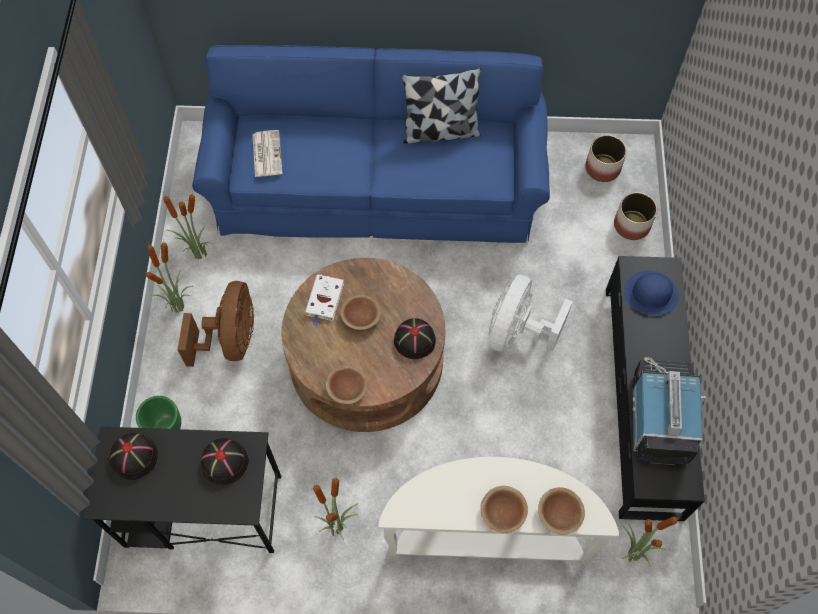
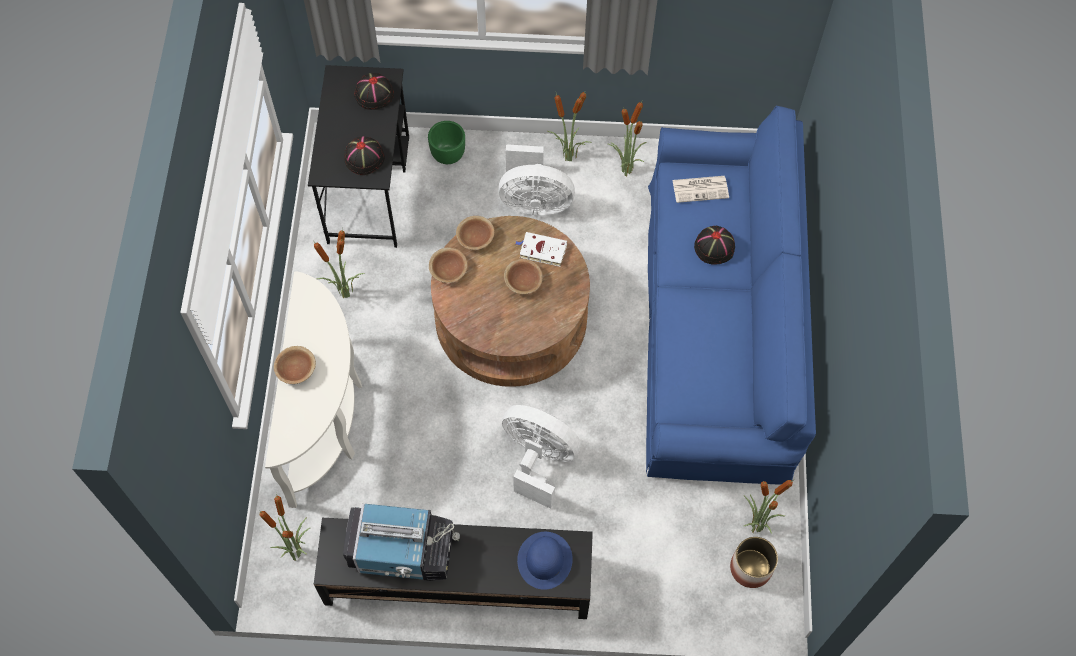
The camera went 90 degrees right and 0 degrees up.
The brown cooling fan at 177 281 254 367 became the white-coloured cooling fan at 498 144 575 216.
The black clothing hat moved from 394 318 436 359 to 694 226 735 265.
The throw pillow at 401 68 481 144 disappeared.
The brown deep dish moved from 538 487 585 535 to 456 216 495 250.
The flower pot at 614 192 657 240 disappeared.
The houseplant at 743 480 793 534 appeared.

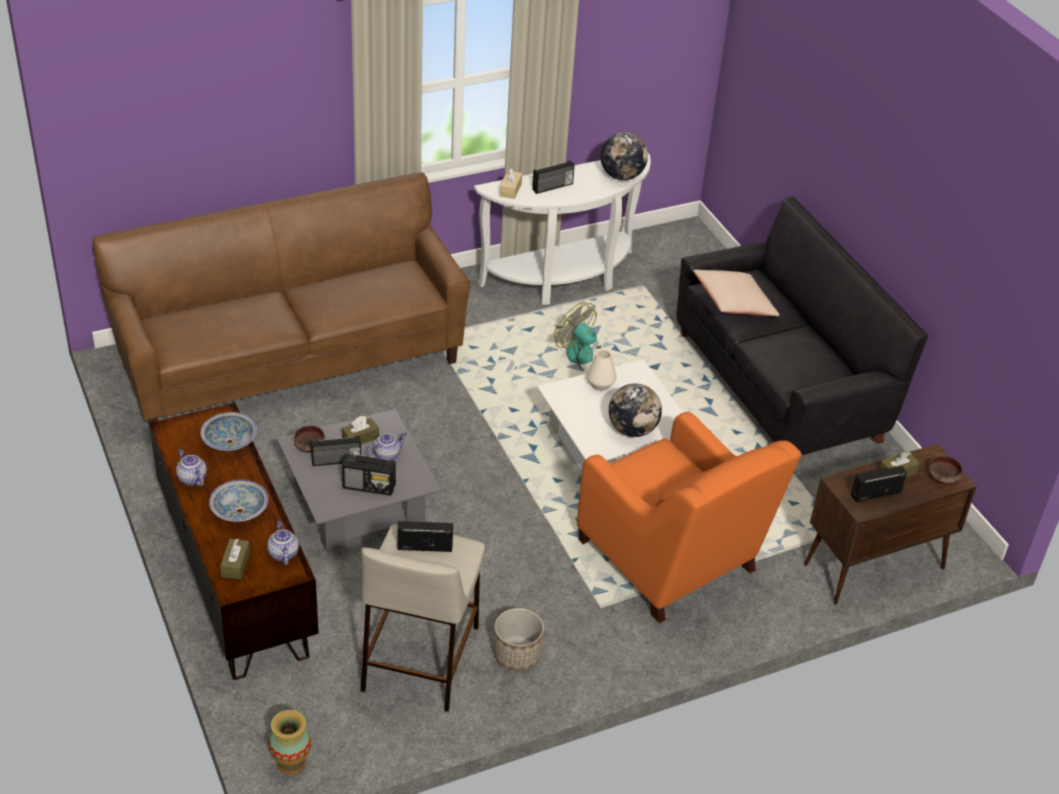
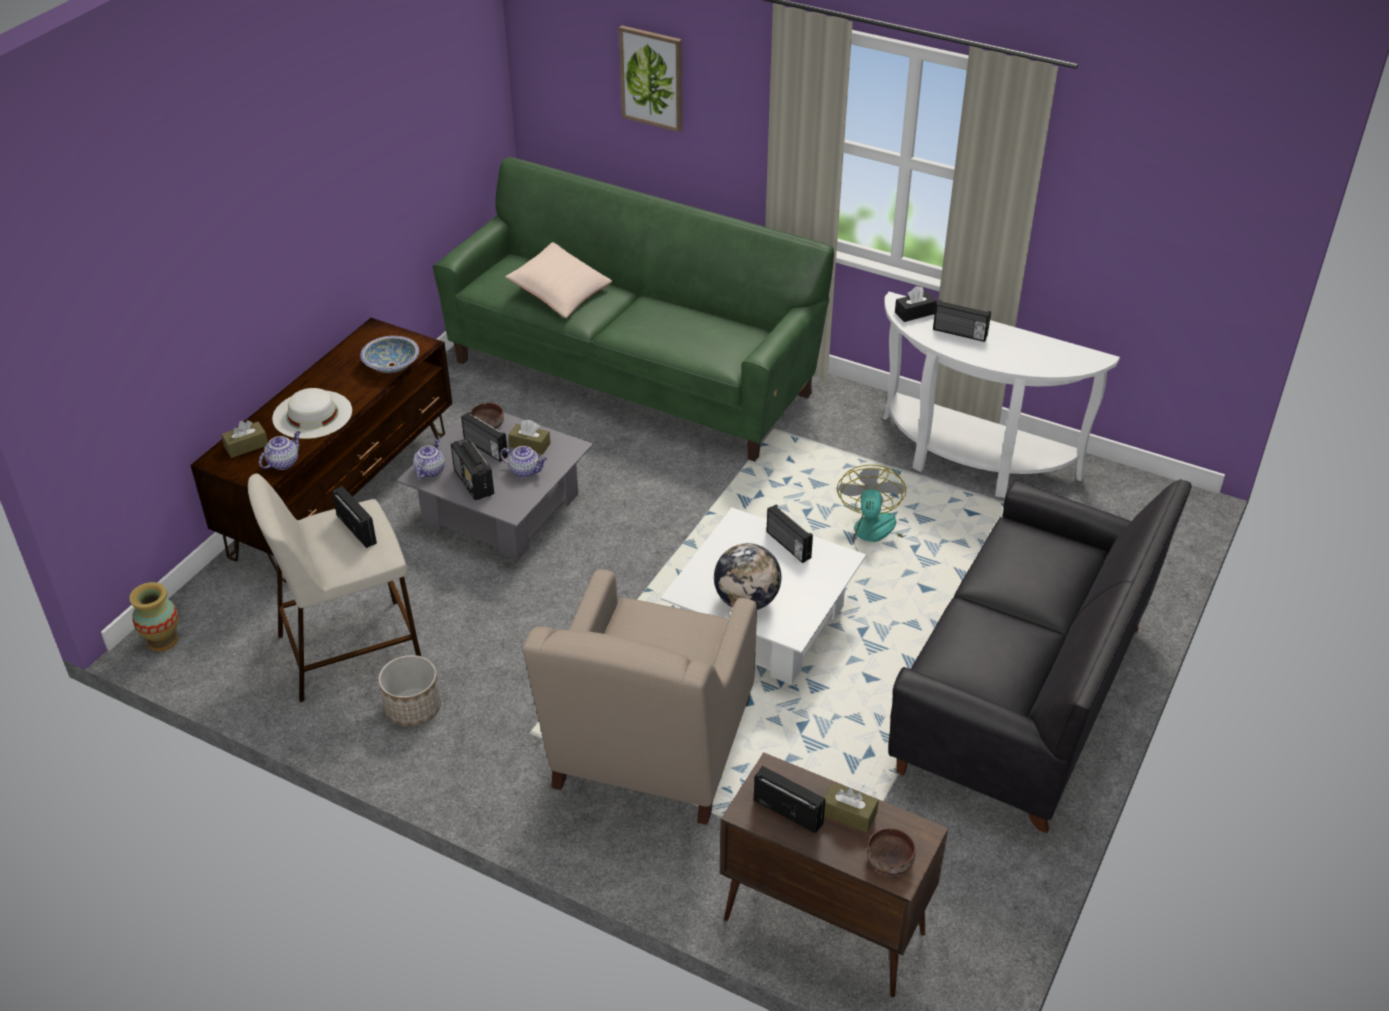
The camera went 55 degrees right and 0 degrees up.
The brown sofa at 93 172 471 428 became the green-coloured sofa at 433 157 834 462.
The pot for tea moved from 176 449 207 486 to 413 439 445 479.
The deep dish at 209 480 268 522 was replaced by the white-coloured clothing hat at 272 388 352 439.
The sand-coloured box of tissues at 500 168 522 199 became the black box of tissues at 895 286 937 322.
The orangey easy chair at 577 412 802 623 became the sand-coloured easy chair at 522 569 757 825.
The white-coloured flower vase at 587 350 616 391 was replaced by the radio at 767 504 813 563.
The world globe at 601 132 648 180 disappeared.
The sand-coloured throw pillow moved from 693 270 780 316 to 505 242 612 318.
The wall picture at 619 25 682 132 appeared.

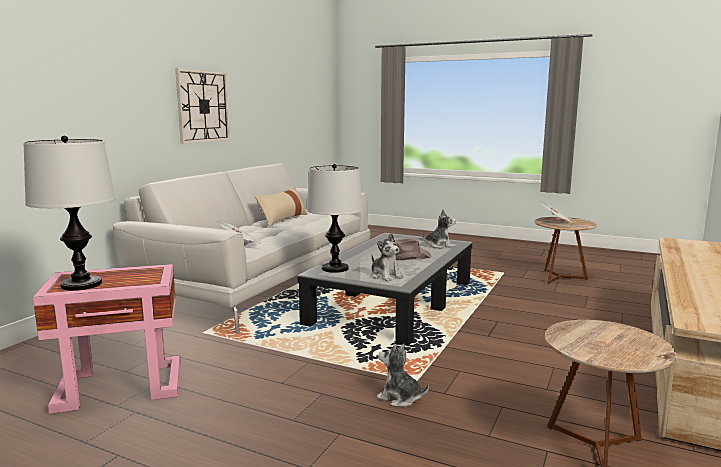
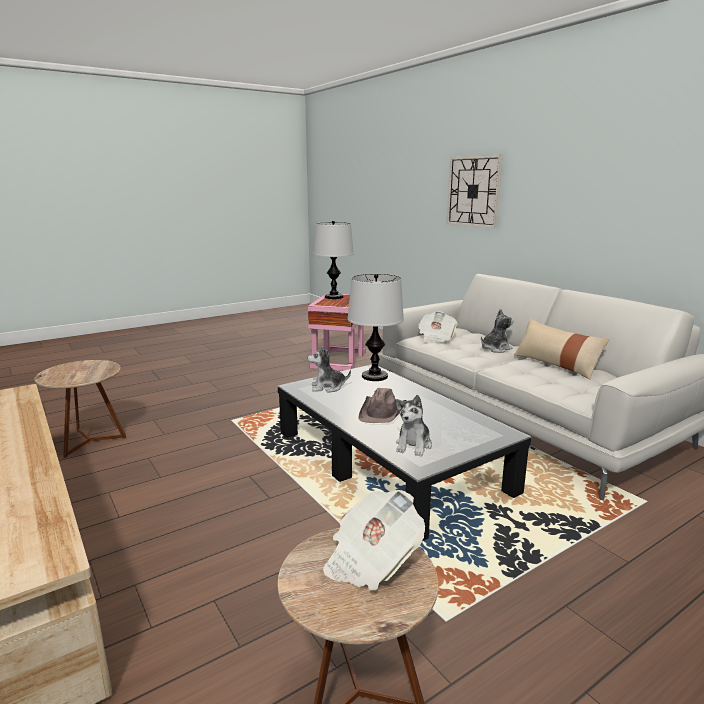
The camera went 120 degrees right and 5 degrees up.
The clock on the wall moved from 175 68 230 144 to 447 155 503 228.
The soft toy moved from 377 343 429 407 to 481 309 514 353.

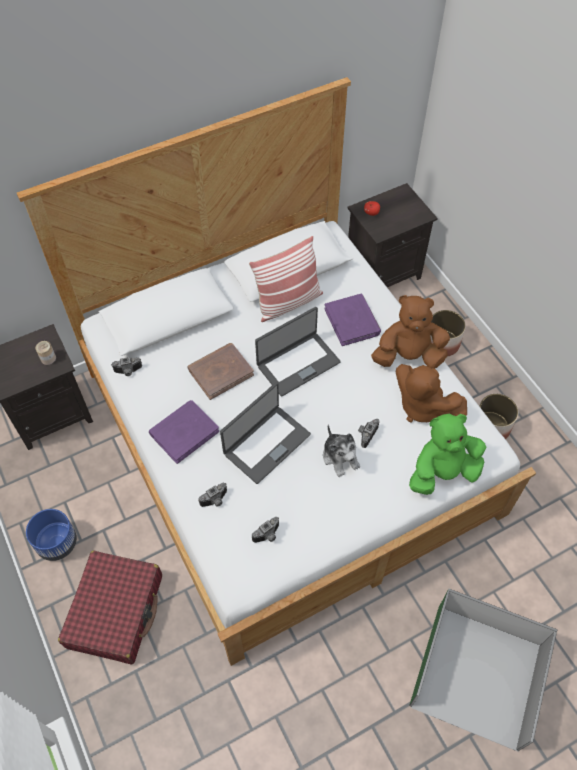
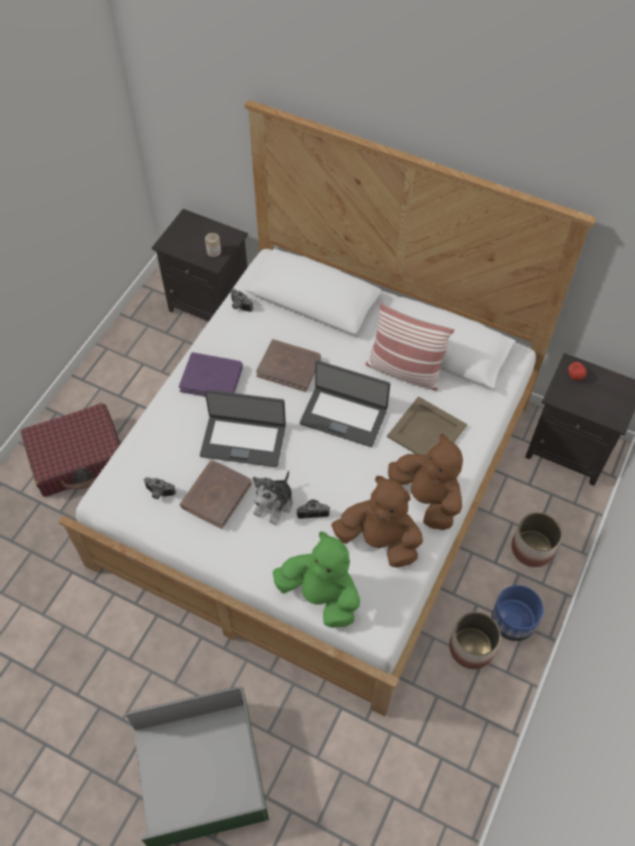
The camera went 55 degrees right and 0 degrees up.
The blue flower pot moved from 26 509 77 561 to 491 585 544 641.
The still camera at 198 483 227 507 disappeared.
The purple-coloured bound book at 324 294 381 346 was replaced by the sand-coloured tray at 387 396 467 455.
The brown soft toy at 396 364 467 422 turned 105 degrees clockwise.
The brown bound book at 180 460 252 529 appeared.

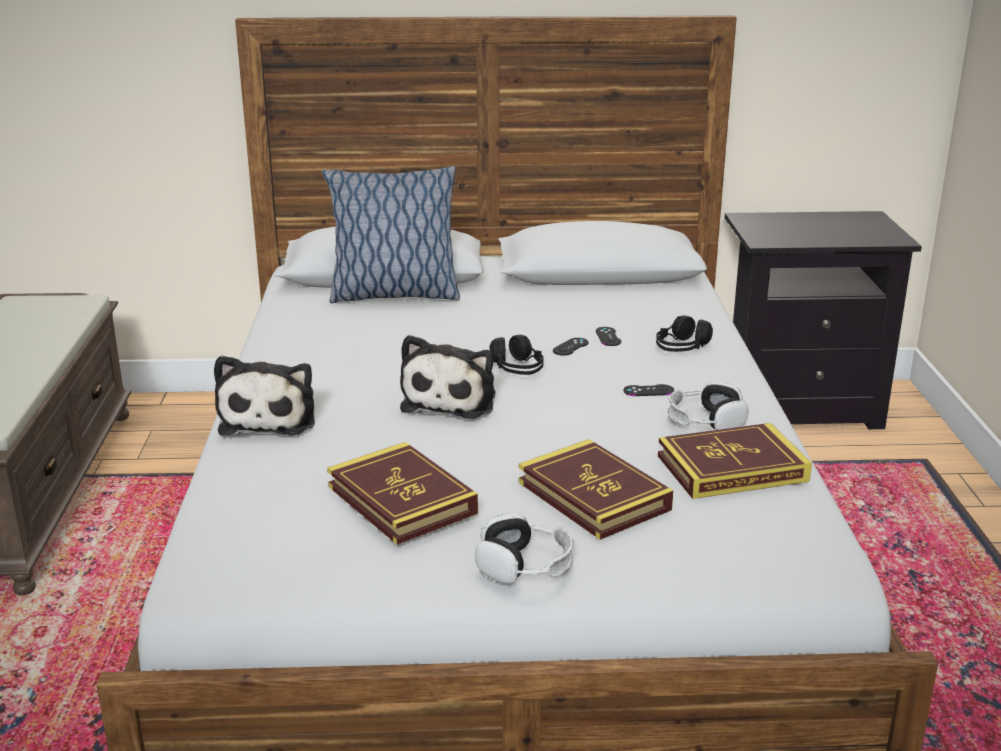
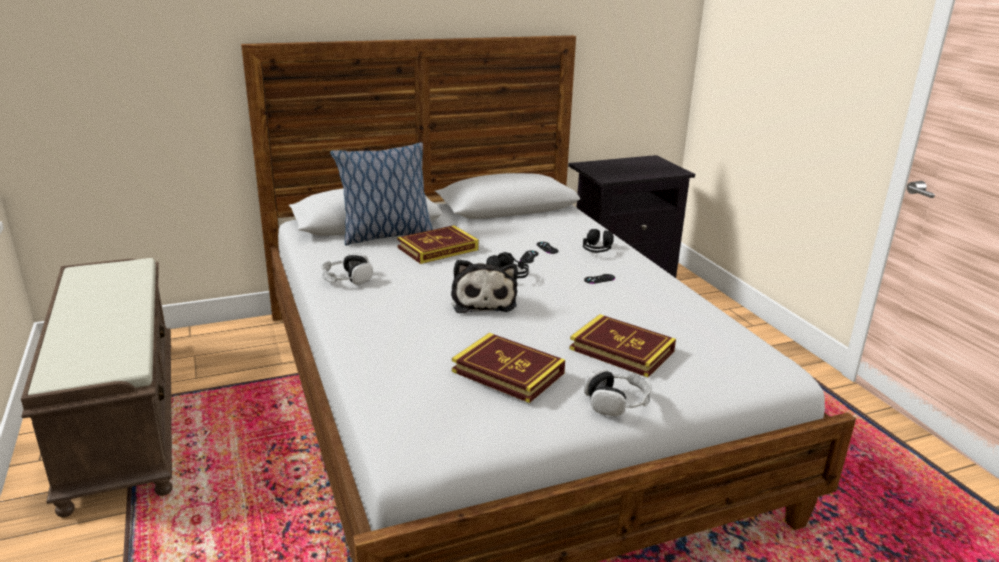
The camera went 20 degrees left and 0 degrees up.
The soft toy at 214 355 315 436 disappeared.
The bound book moved from 658 423 812 499 to 397 225 479 264.
The pair of headphones moved from 668 381 749 430 to 322 253 373 285.

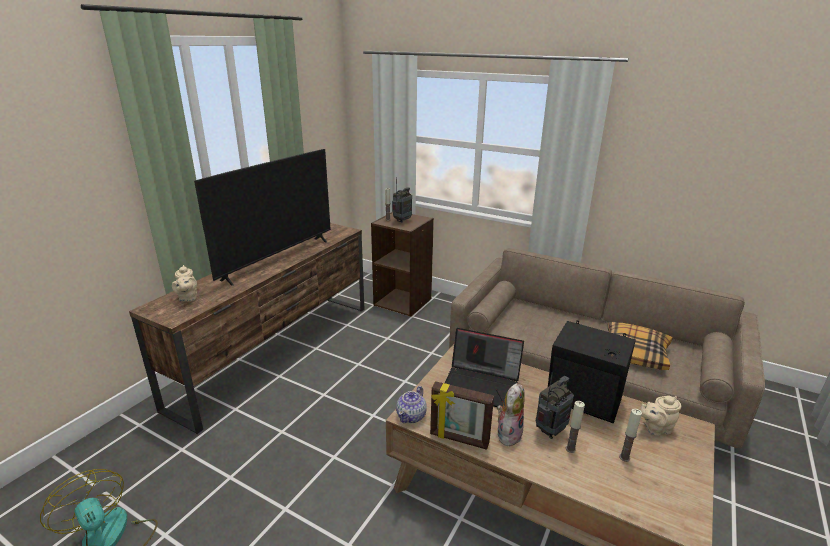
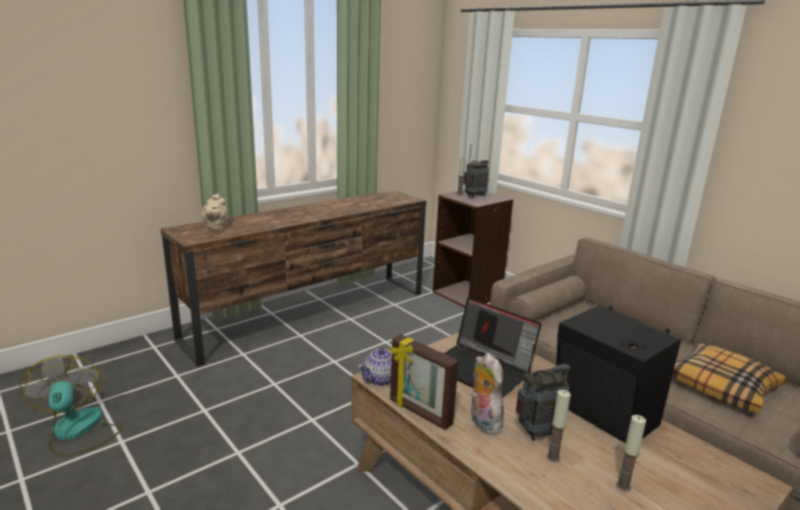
The camera went 20 degrees right and 5 degrees down.
The TV at 194 149 331 286 disappeared.
The soft toy at 497 383 525 446 turned 75 degrees counterclockwise.
The sand-coloured pot for tea at 640 396 681 436 disappeared.

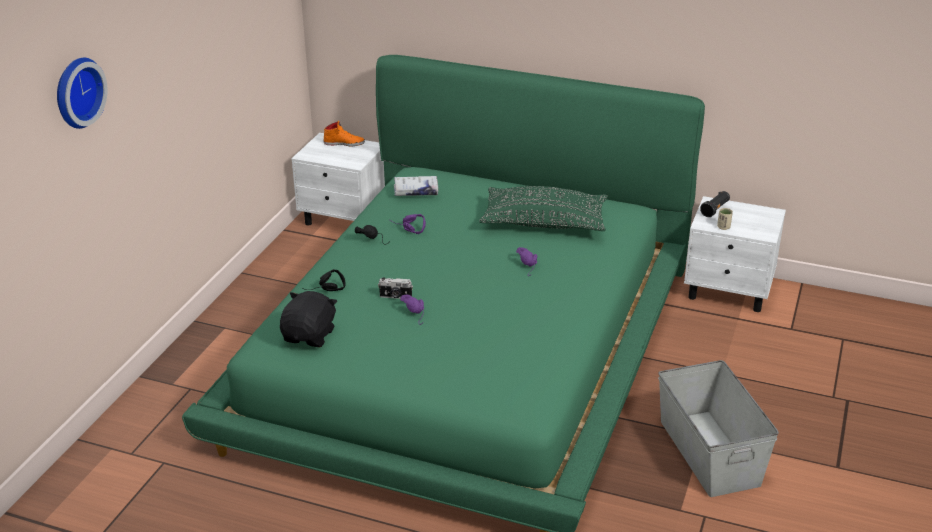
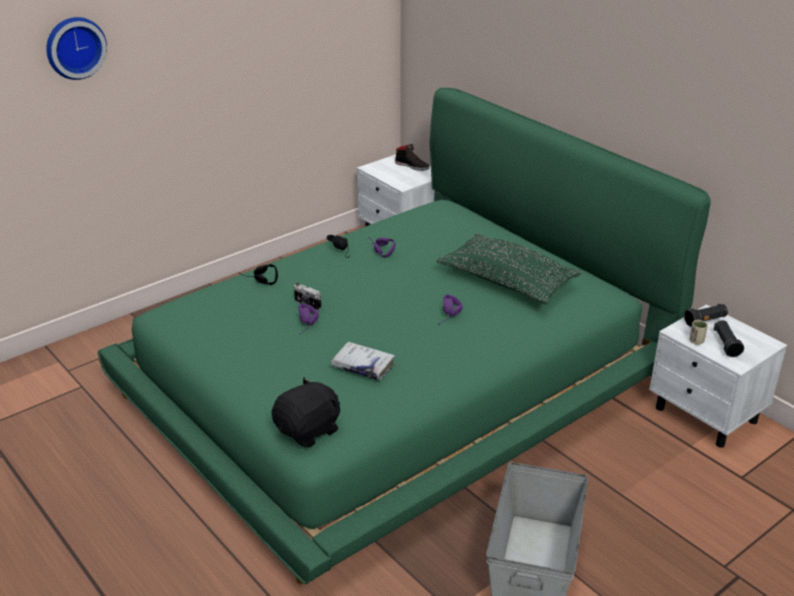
The camera went 30 degrees right and 0 degrees up.
The black soft toy moved from 280 291 337 347 to 272 378 340 448.
The orangey shoe at 323 121 365 146 became the black shoe at 395 144 430 171.
The white-coloured bound book moved from 394 176 438 196 to 331 342 395 381.
The black hand torch at 714 320 744 357 appeared.

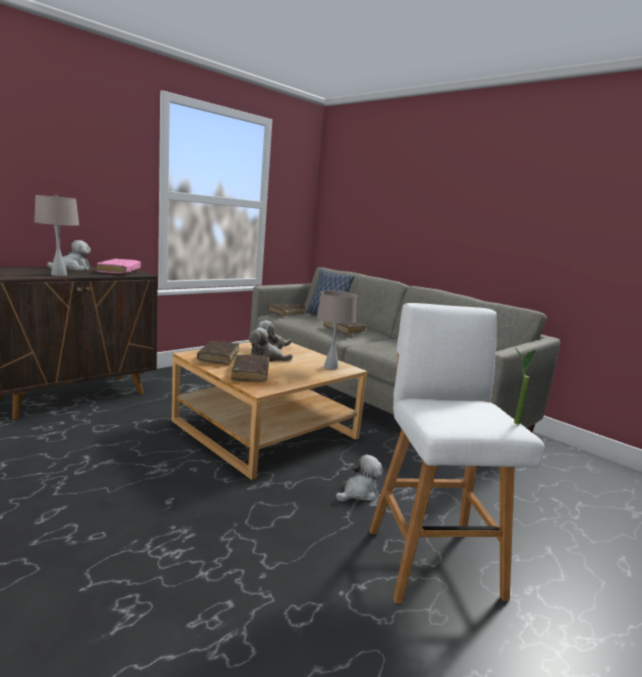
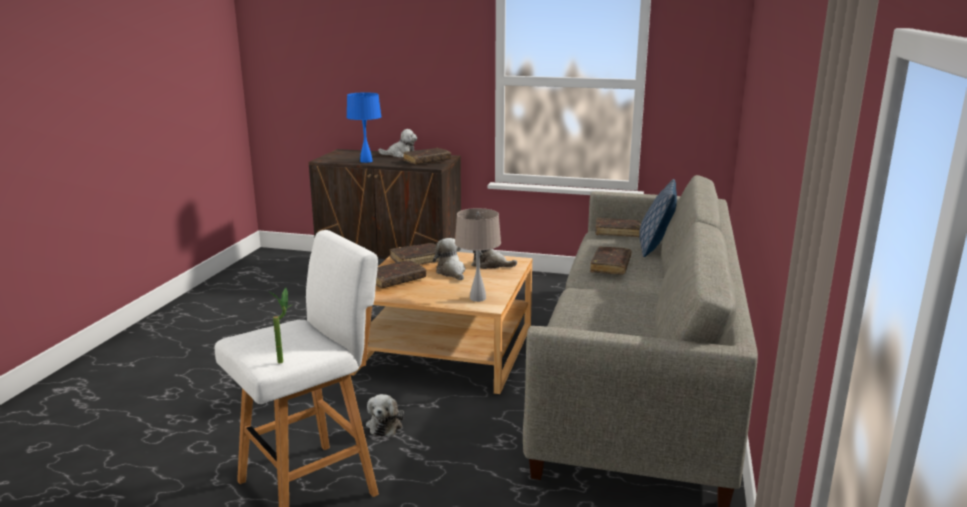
The camera went 60 degrees right and 5 degrees up.
The sand-coloured tabletop lamp at 34 195 79 276 became the blue tabletop lamp at 346 92 382 163.
The pink-coloured bound book at 97 258 141 274 became the brown bound book at 403 148 451 165.
The soft toy at 336 455 383 502 turned 75 degrees clockwise.

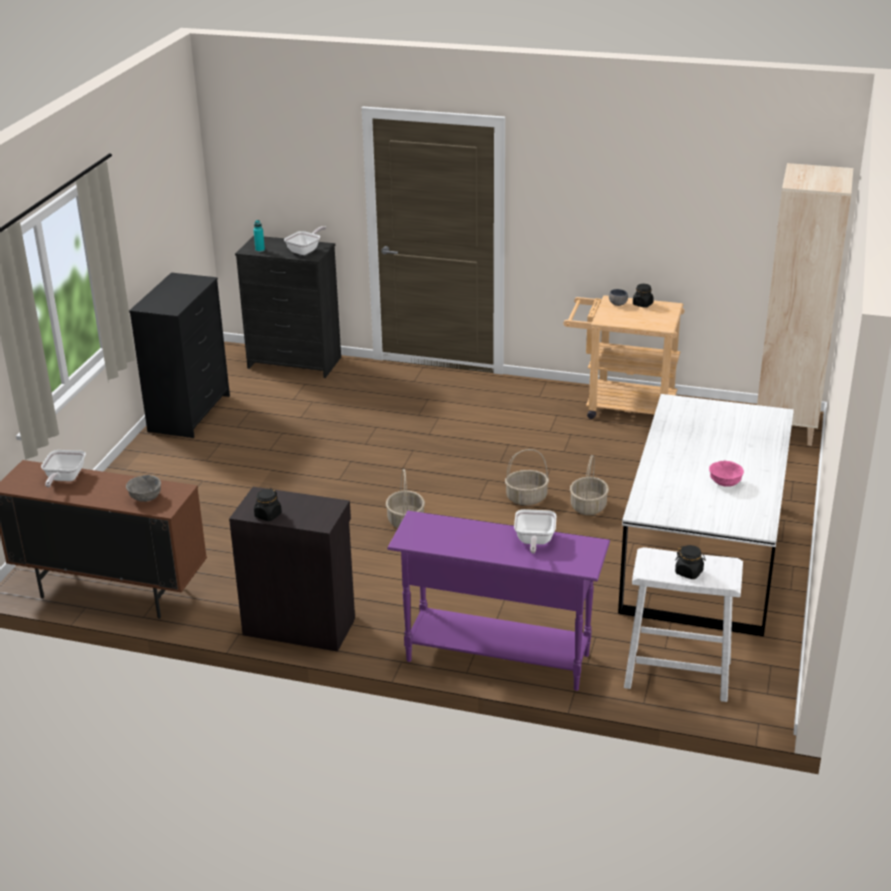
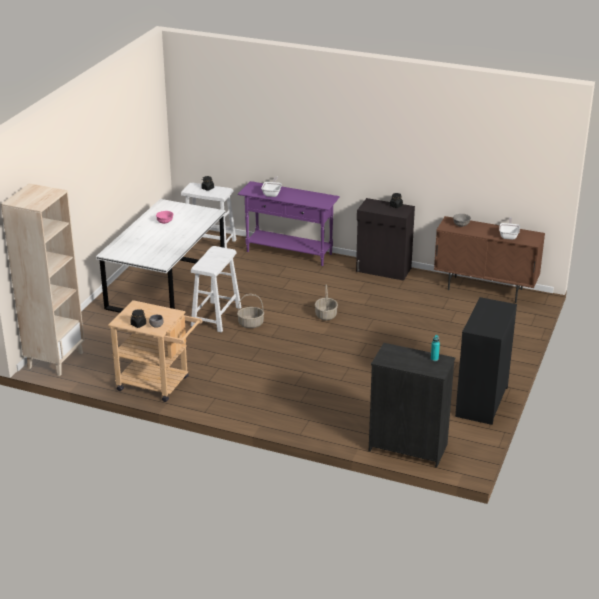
The camera went 175 degrees left and 0 degrees up.
The pan at 284 226 326 255 disappeared.
The storage basket at 570 455 609 515 was replaced by the white-coloured stool seat at 191 246 241 332.

